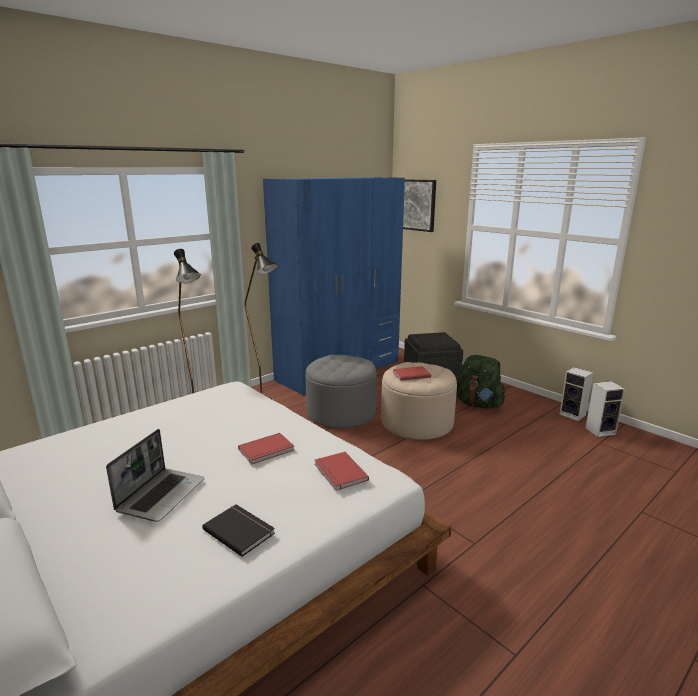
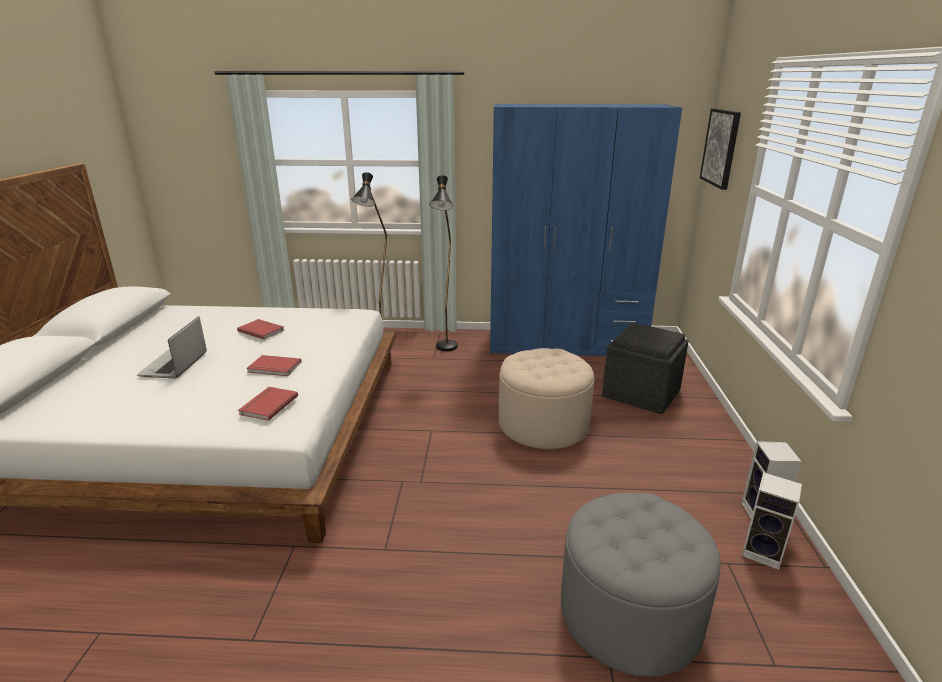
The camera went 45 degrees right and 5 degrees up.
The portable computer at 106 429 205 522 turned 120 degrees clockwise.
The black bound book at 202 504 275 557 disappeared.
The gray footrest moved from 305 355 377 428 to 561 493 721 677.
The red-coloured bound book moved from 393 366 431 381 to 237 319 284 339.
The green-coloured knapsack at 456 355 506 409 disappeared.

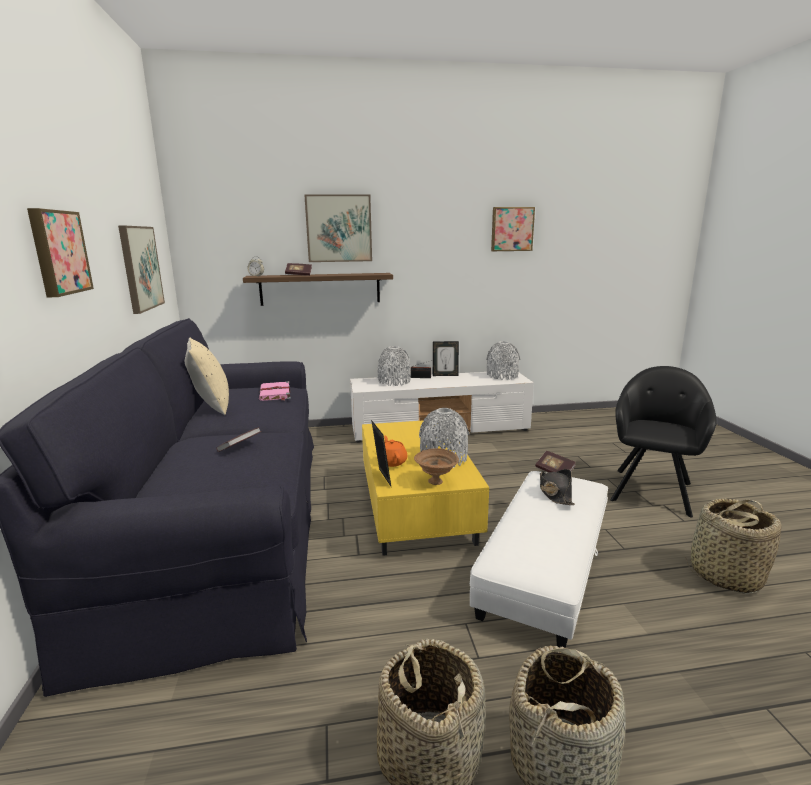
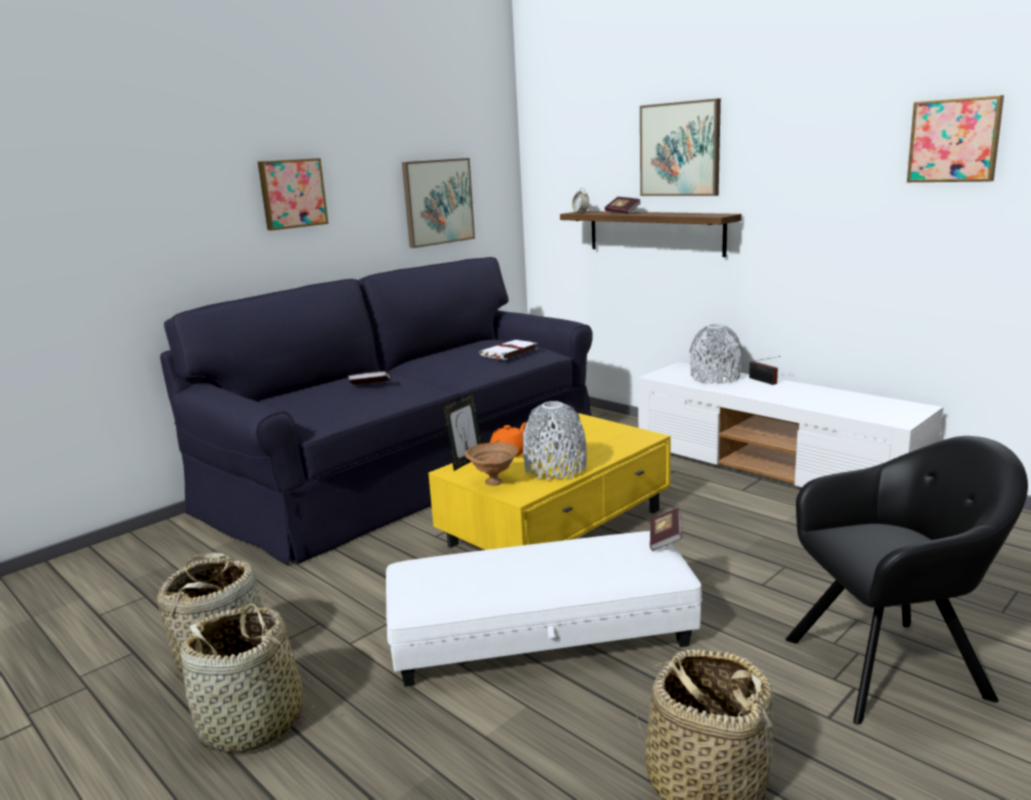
The camera went 55 degrees right and 0 degrees up.
The sand-coloured throw pillow at 185 338 229 415 disappeared.
The pink-coloured bound book at 259 381 291 401 became the white-coloured bound book at 479 340 538 360.
The photo frame at 433 341 459 376 disappeared.
The gray flower vase at 486 341 520 380 disappeared.
The black clothing hat at 540 469 575 505 disappeared.

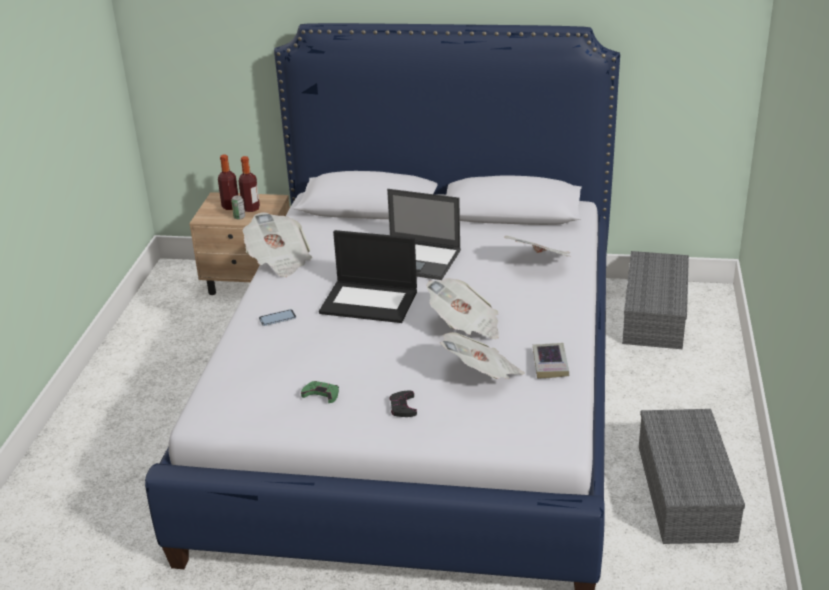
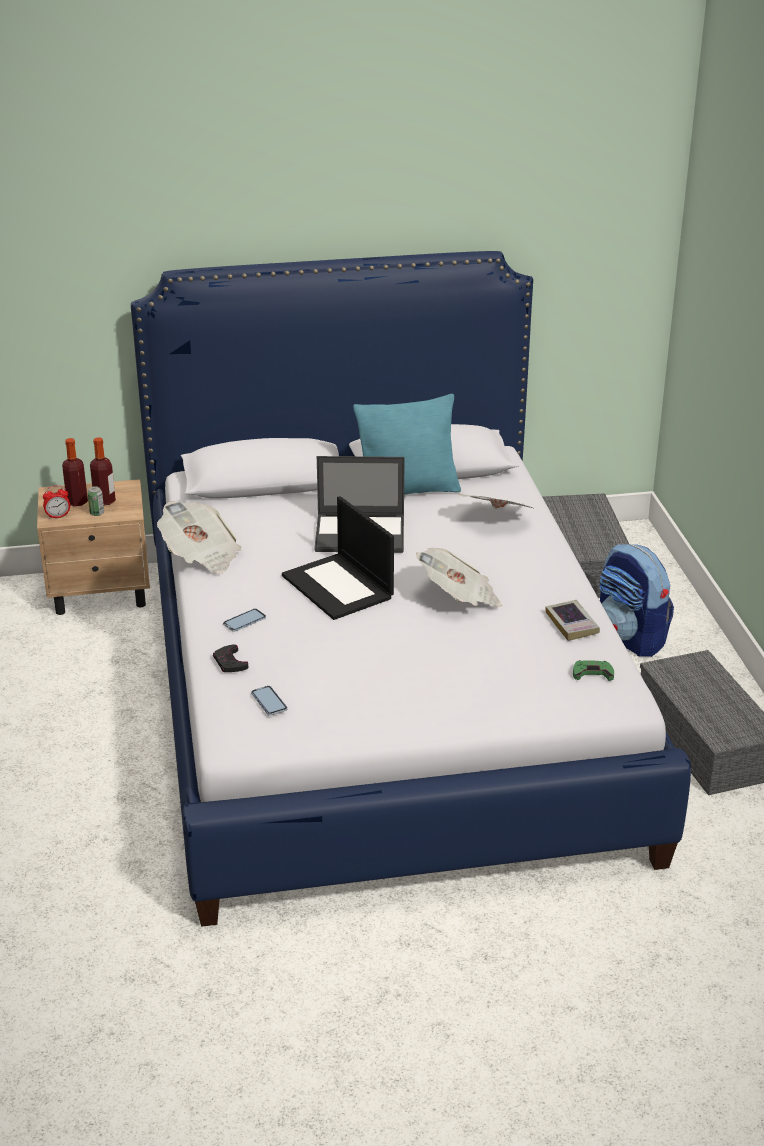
The camera went 20 degrees left and 0 degrees up.
The green-coloured gamepad moved from 301 381 339 403 to 573 660 614 681.
The portable computer at 319 230 417 323 turned 60 degrees clockwise.
The black gamepad moved from 389 391 417 417 to 213 644 248 672.
The newspaper at 440 332 525 379 disappeared.
The bedside clock at 43 485 70 519 appeared.
The telephone at 251 686 288 716 appeared.
The blue-green throw pillow at 353 394 461 495 appeared.
The knapsack at 599 544 674 657 appeared.

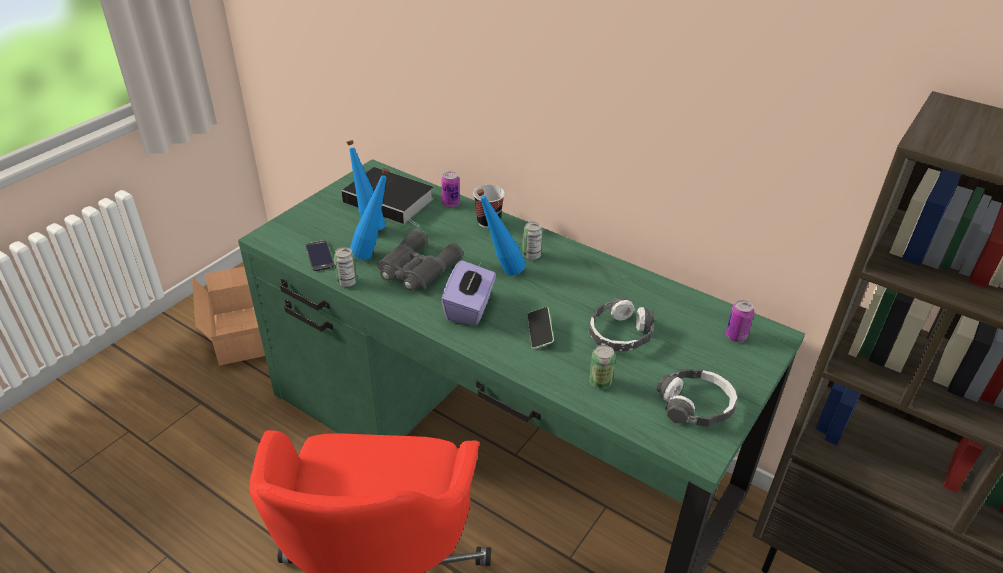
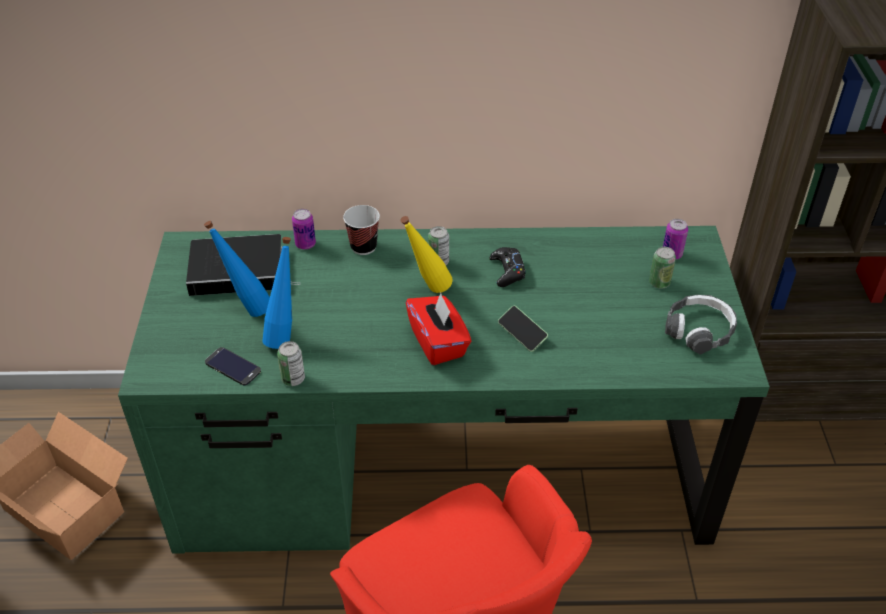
The camera went 35 degrees left and 5 degrees up.
The gray pair of binoculars at 377 229 463 291 disappeared.
The purple-coloured box of tissues at 441 260 496 326 became the red-coloured box of tissues at 406 293 471 365.
The blue beverage bottle at 477 189 526 276 became the yellow-coloured beverage bottle at 401 216 453 293.
The pair of headphones at 589 296 655 351 disappeared.
The sealed can moved from 589 345 615 389 to 649 247 676 289.
The black gamepad at 490 247 526 287 appeared.

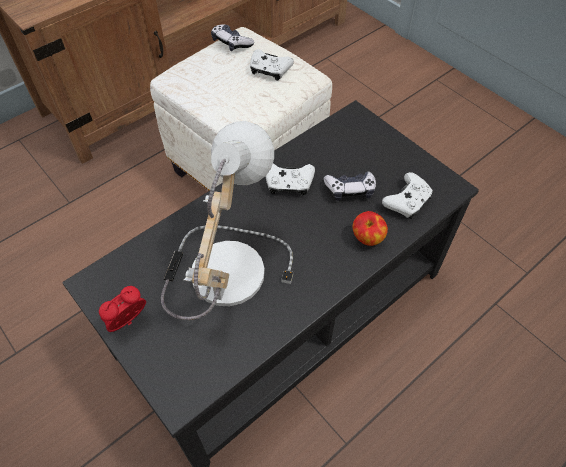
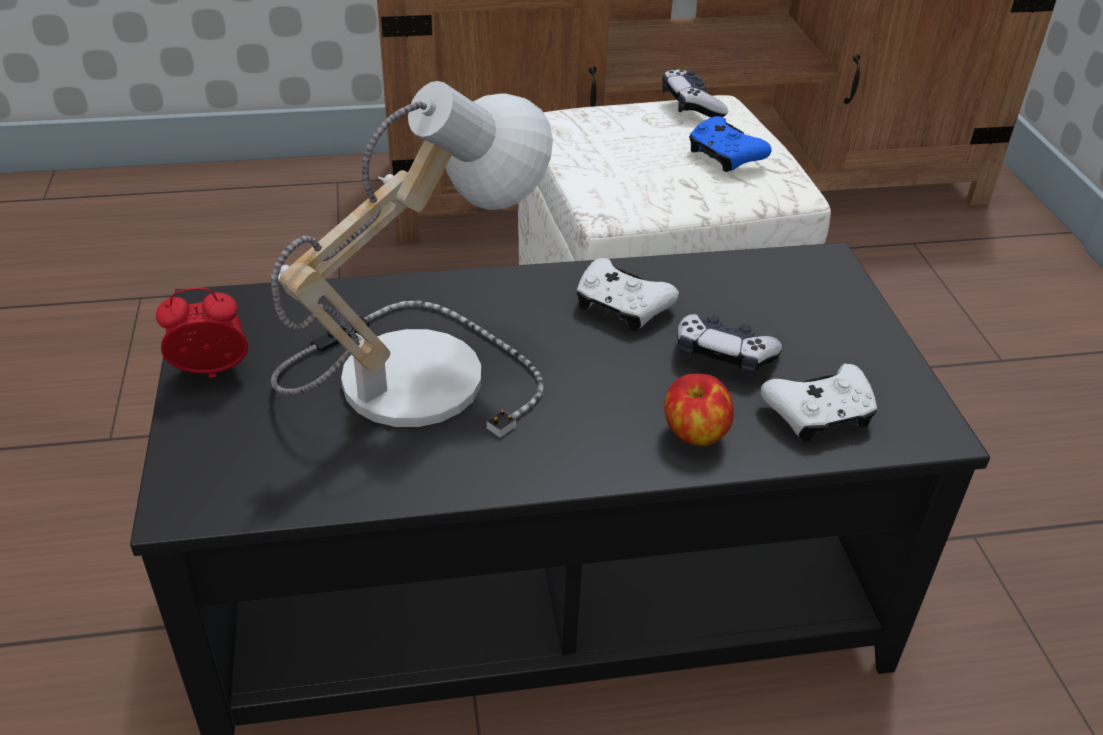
The camera went 30 degrees right and 15 degrees down.
The white-coloured gamepad at 250 49 294 81 became the blue gamepad at 689 116 772 172.

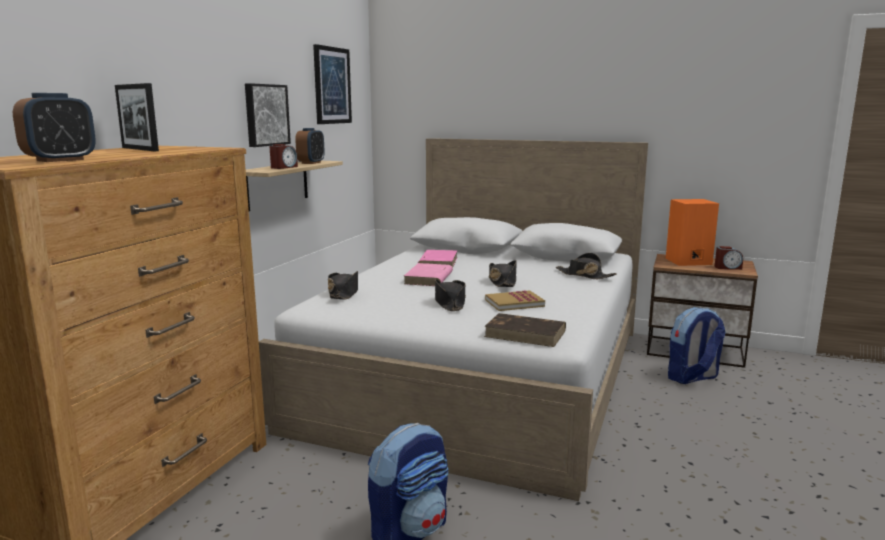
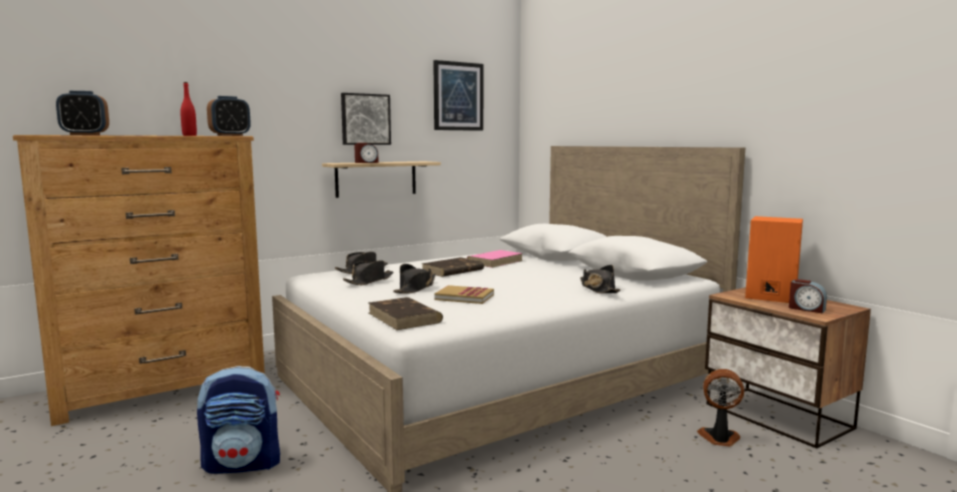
The camera went 35 degrees right and 5 degrees down.
The photo frame at 115 83 159 151 was replaced by the red-coloured beverage bottle at 180 82 197 136.
The bedside clock moved from 295 128 325 164 to 207 96 251 136.
The pink-coloured bound book at 404 263 453 286 became the brown bound book at 422 257 484 277.
The black clothing hat moved from 489 260 517 287 to 343 260 393 285.
The knapsack at 668 307 726 384 was replaced by the cooling fan at 697 369 744 447.

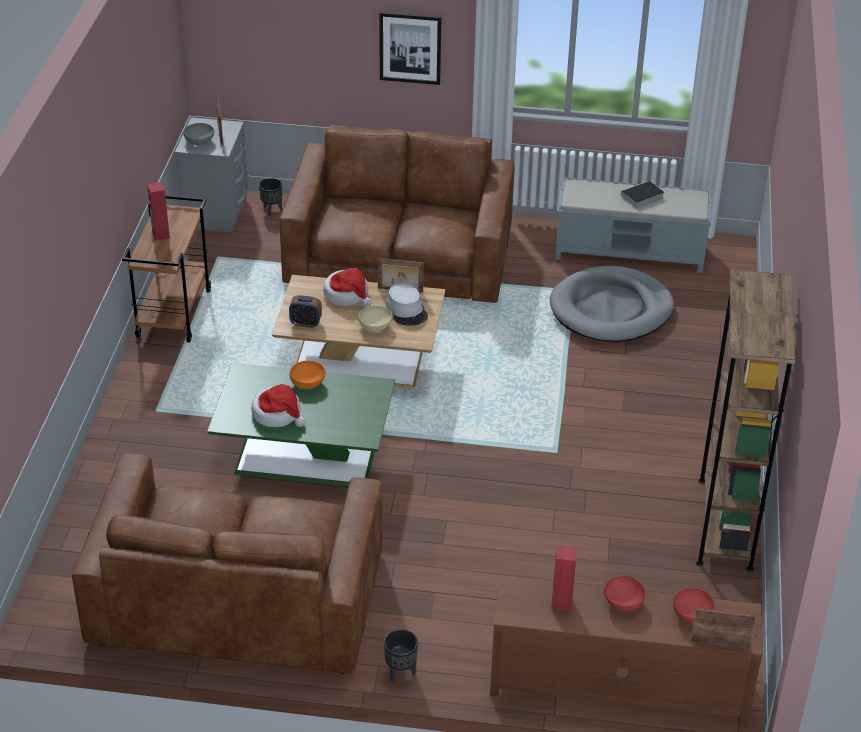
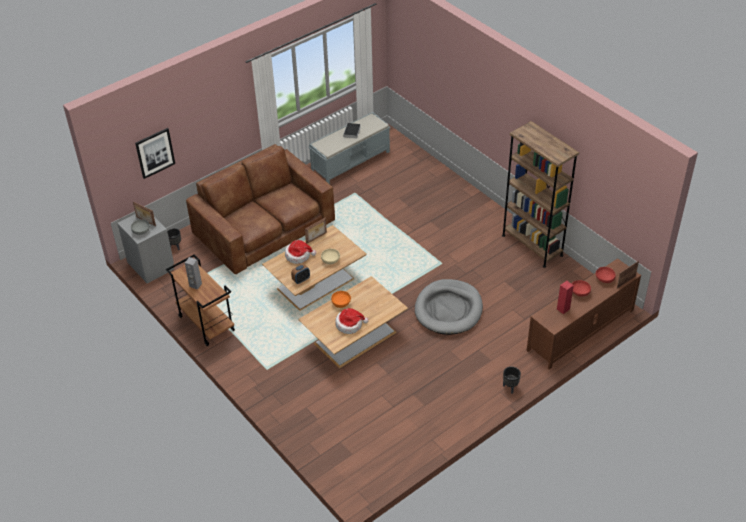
The camera went 45 degrees left and 5 degrees up.
The brown sofa at 72 453 383 674 disappeared.
The red-coloured loudspeaker at 147 182 170 240 became the gray loudspeaker at 185 257 202 290.
The green-coloured low table at 207 363 395 487 became the brown low table at 298 276 408 368.
The wall picture moved from 379 12 442 85 to 135 128 175 179.
The gray clothing hat at 386 284 428 326 disappeared.
The gray pet bed moved from 550 266 674 342 to 415 279 483 335.

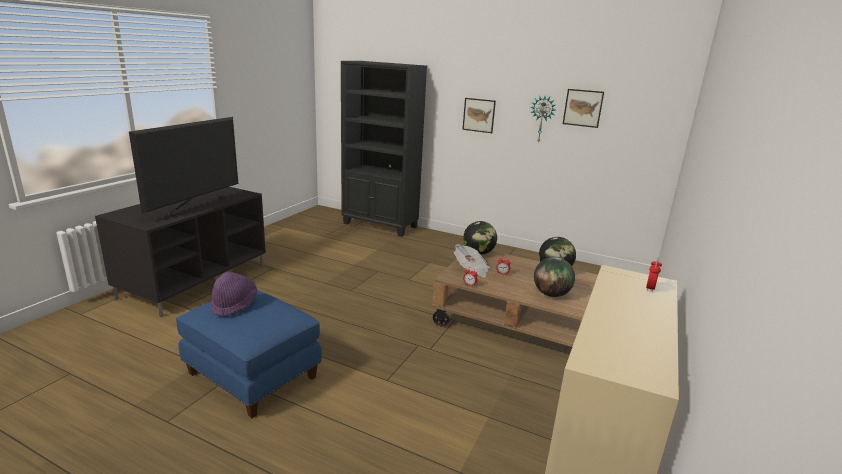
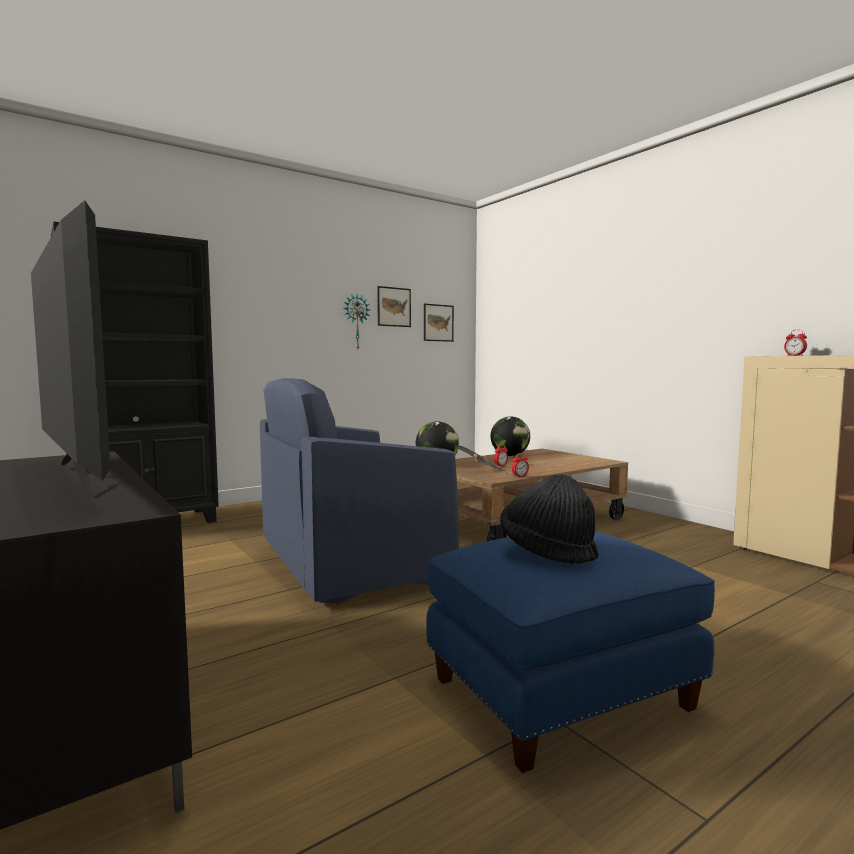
The camera went 60 degrees left and 15 degrees down.
The purple-coloured clothing hat at 211 272 257 317 became the black clothing hat at 500 474 599 564.
The wall picture moved from 462 98 496 133 to 424 304 454 342.
The world globe at 534 257 575 297 disappeared.
The blue easy chair at 260 378 459 603 appeared.

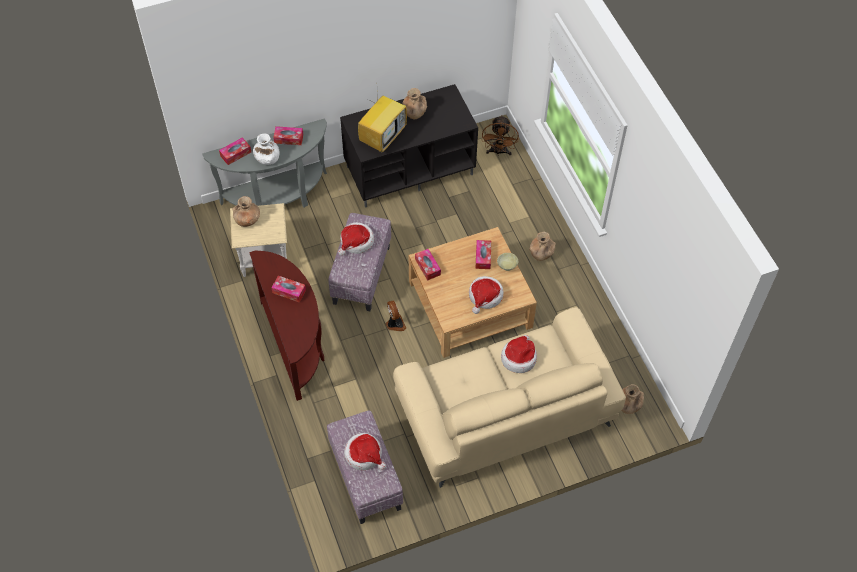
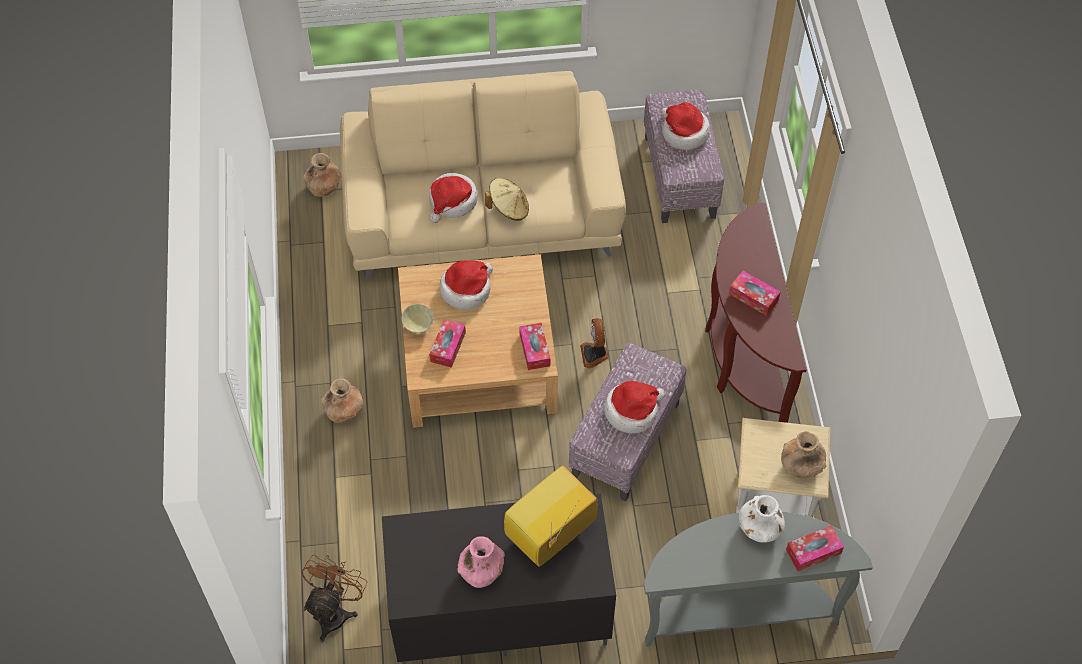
The camera went 165 degrees left and 0 degrees up.
The box of tissues at 273 126 303 145 disappeared.
The brown flower vase at 403 88 427 119 became the pink-coloured flower vase at 457 536 505 588.
The sand-coloured clothing hat at 485 178 529 221 appeared.

